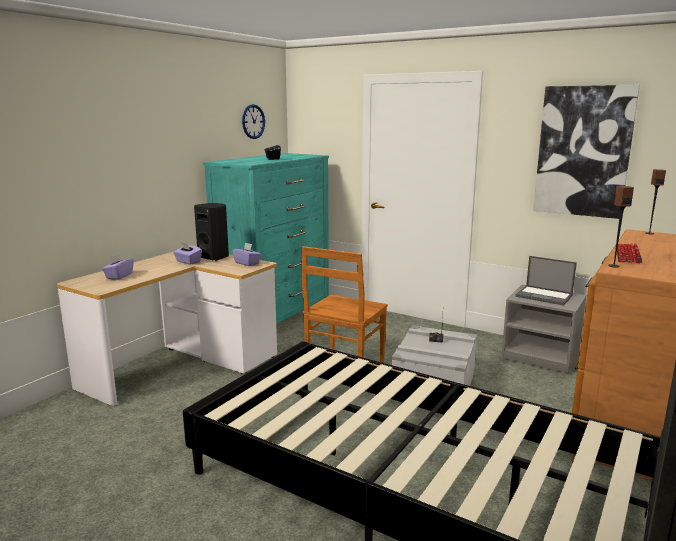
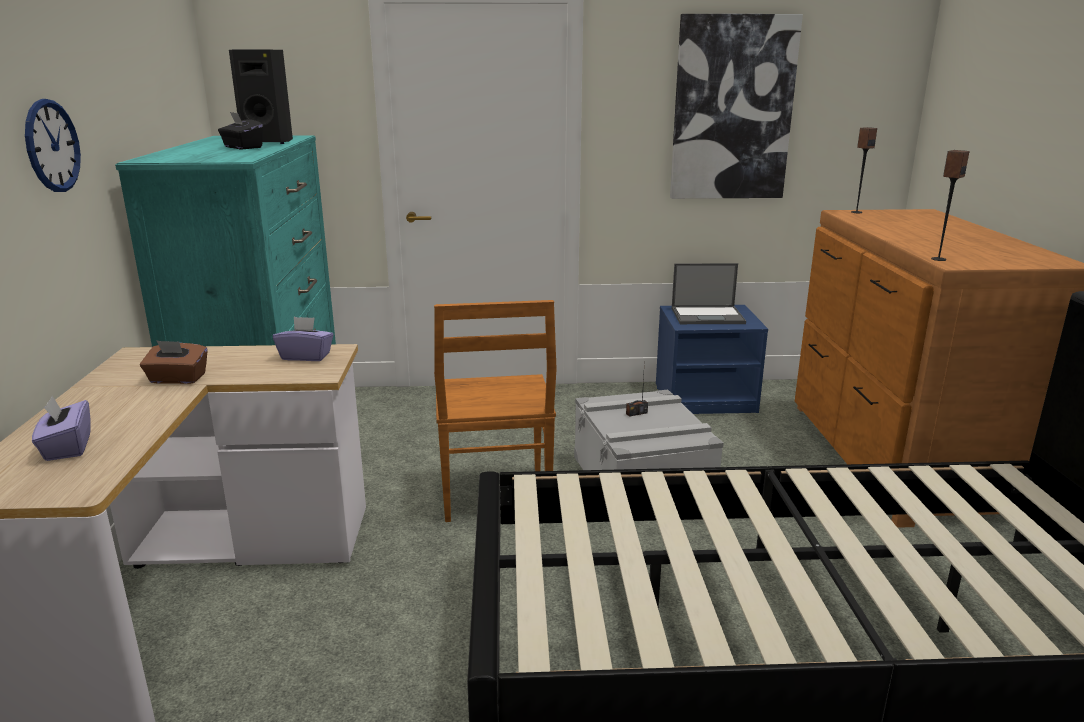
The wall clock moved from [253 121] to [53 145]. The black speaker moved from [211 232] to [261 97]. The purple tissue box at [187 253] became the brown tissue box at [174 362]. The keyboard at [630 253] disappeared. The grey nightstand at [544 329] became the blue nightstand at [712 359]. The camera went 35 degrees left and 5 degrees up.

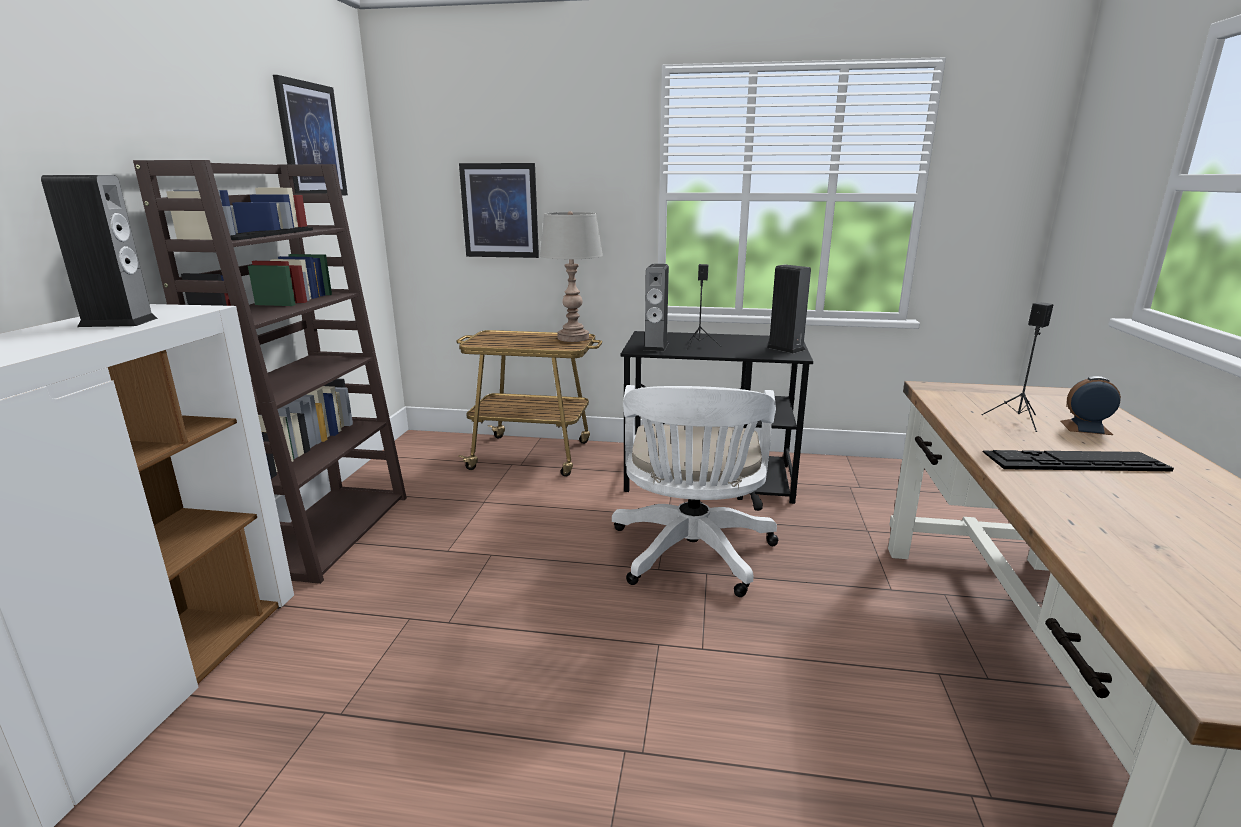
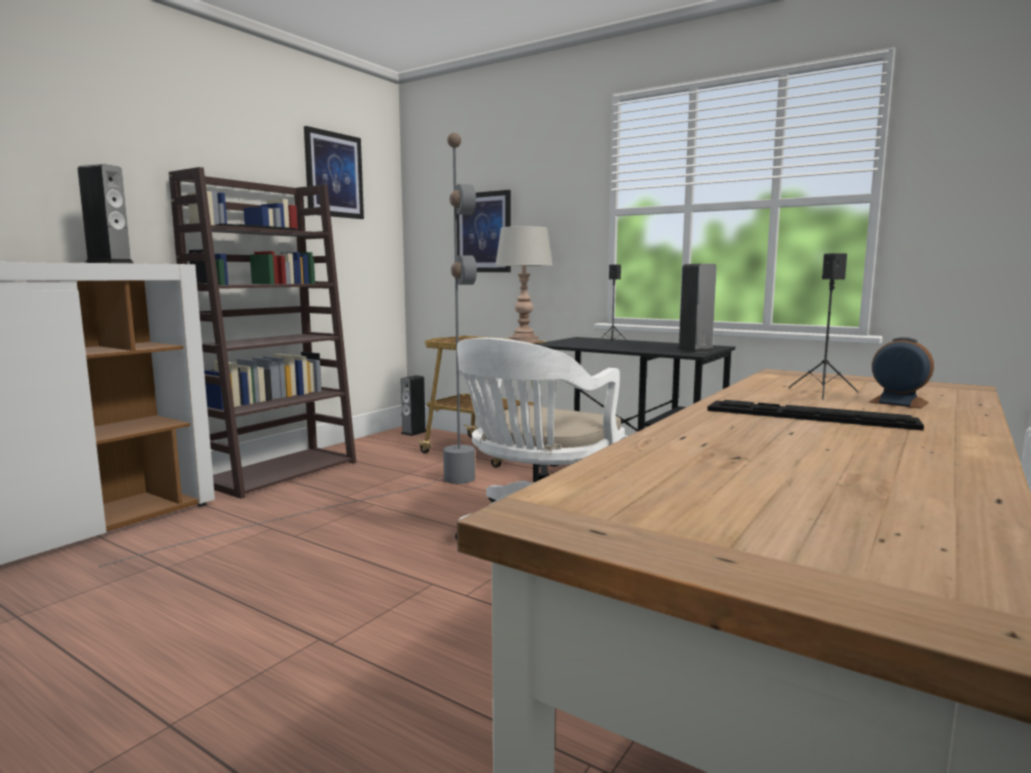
The speaker moved from [656 308] to [413 405]. The grey floor lamp at [287 350] appeared. The camera went 25 degrees right and 10 degrees down.

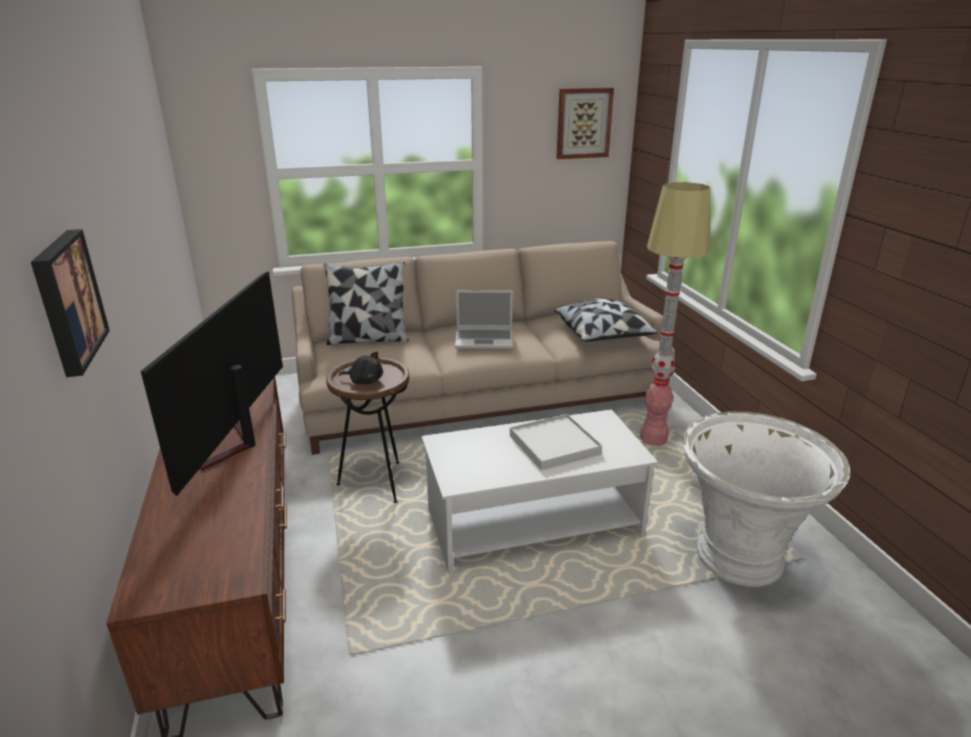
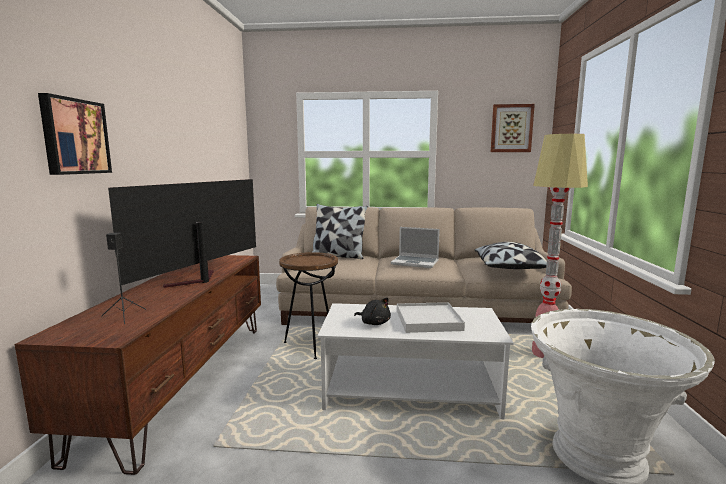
The black plush toy moved from [361 368] to [372 311]. The black speaker at [123 278] appeared. The camera went 20 degrees right and 15 degrees down.

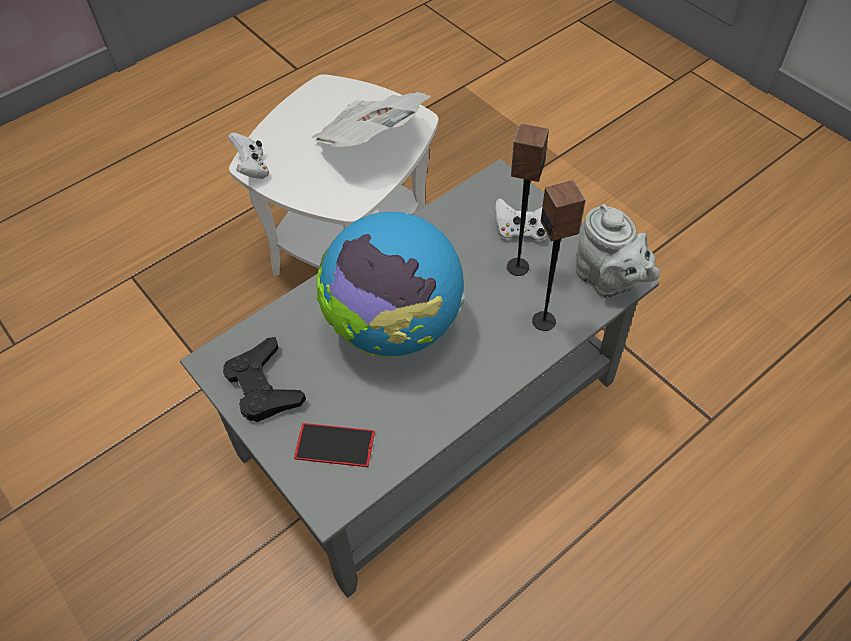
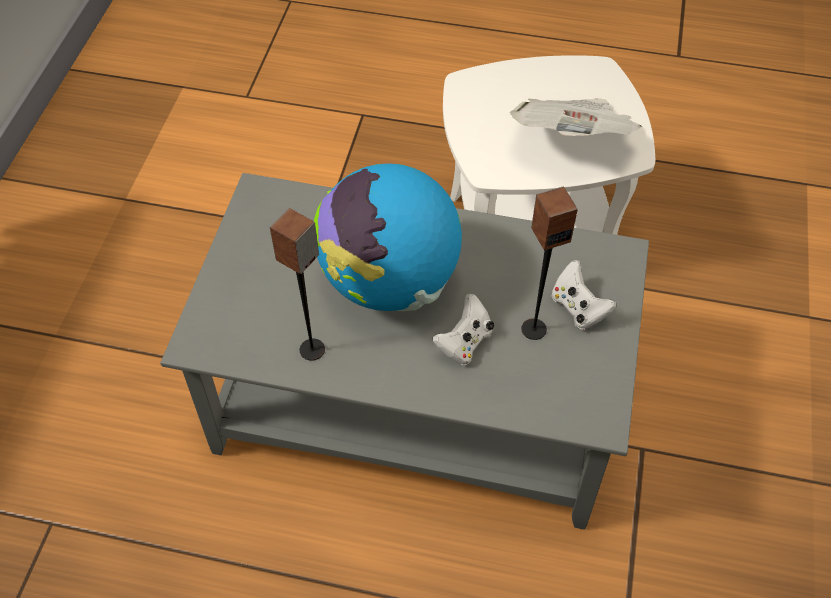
The white game controller moved from [248 155] to [463 329]. The speaker moved from [559 255] to [297 284]. The grey teapot at [618 251] disappeared. The black game controller at [264 379] disappeared. The phone at [334 445] disappeared. The camera went 50 degrees right and 0 degrees up.

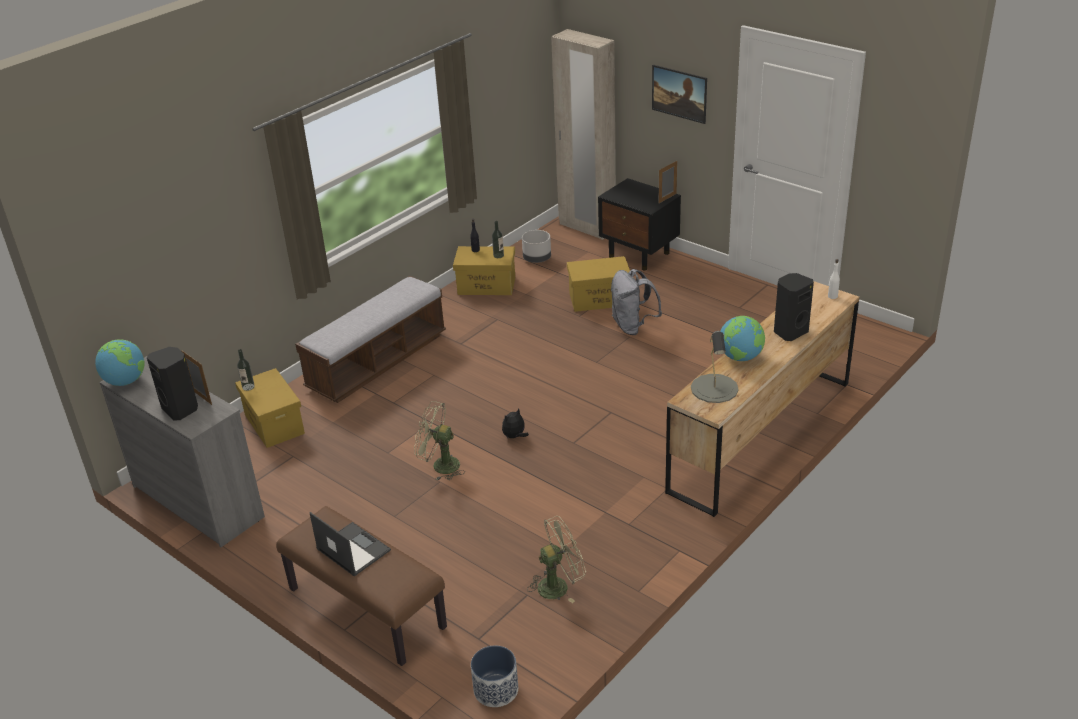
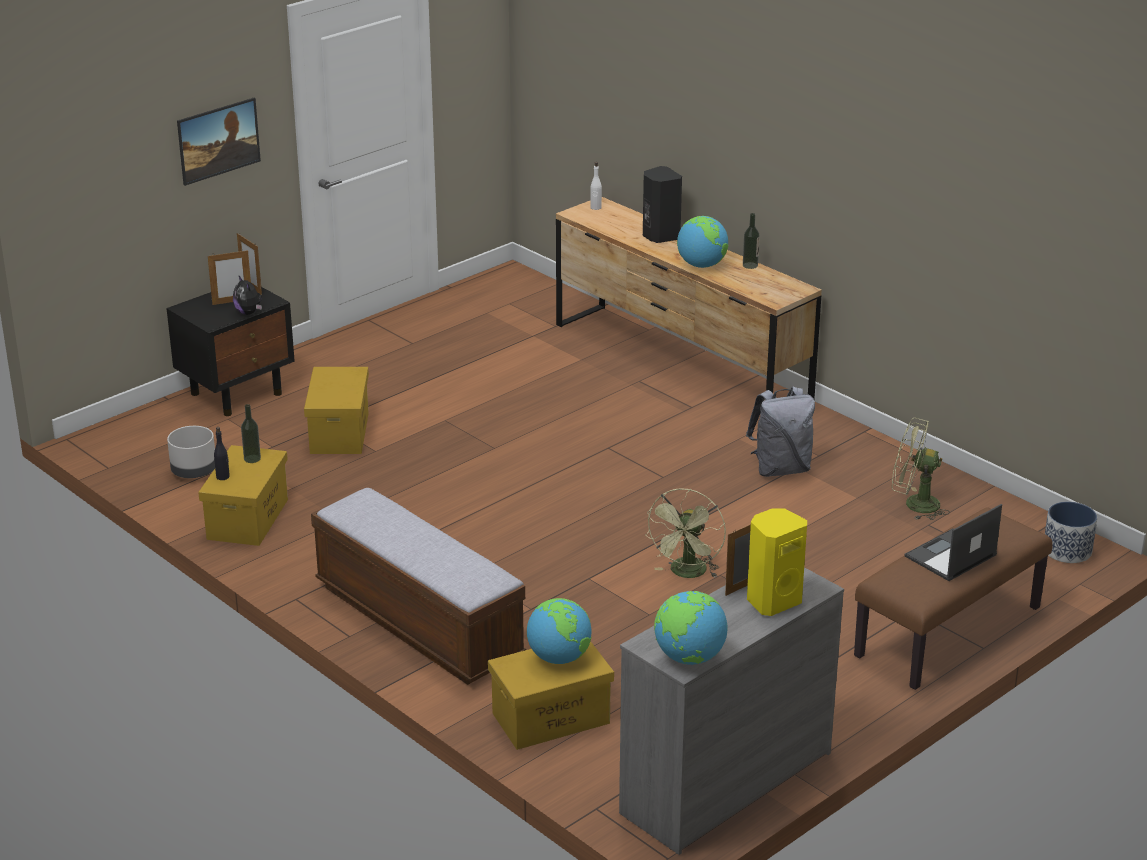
The beige wardrobe at [583 134] disappeared. The grey backpack moved from [636 302] to [780 432]. The grey table lamp at [715 367] disappeared. The black speaker at [172 384] became the yellow speaker at [777 562]. The bottle moved from [246 370] to [751 241]. The plush toy moved from [515 423] to [247 295]. The green fan at [556 559] turned 60 degrees counterclockwise. The picture frame at [229 277] appeared. The globe at [559 631] appeared. The camera went 85 degrees left and 5 degrees down.

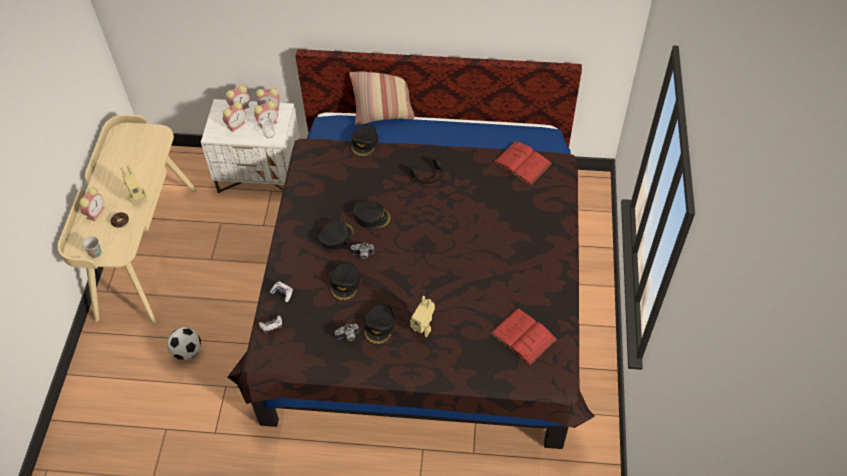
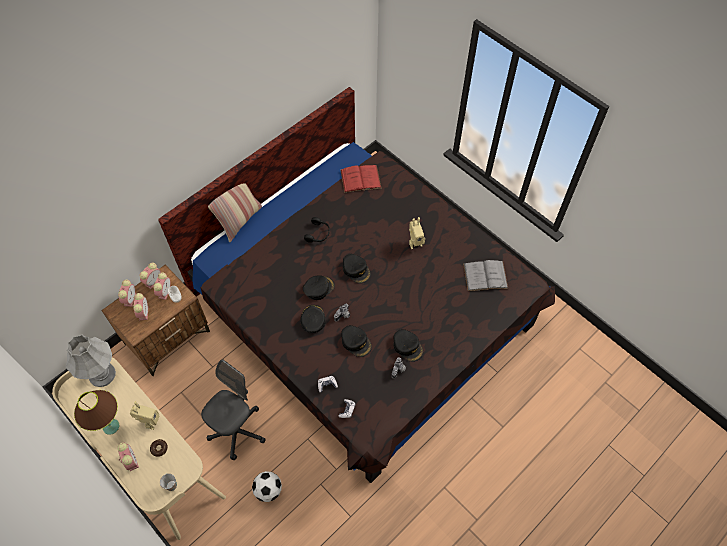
The white nightstand at [250 146] became the brown nightstand at [155 320]. The black cap moved from [365 140] to [357 269]. The toy robot moved from [422 316] to [417 233]. The red book at [524 336] became the grey book at [485 275]. The grey table lamp at [91 361] appeared. The grey office chair at [233 409] appeared. The brown table lamp at [96 412] appeared. The camera went 50 degrees left and 5 degrees up.

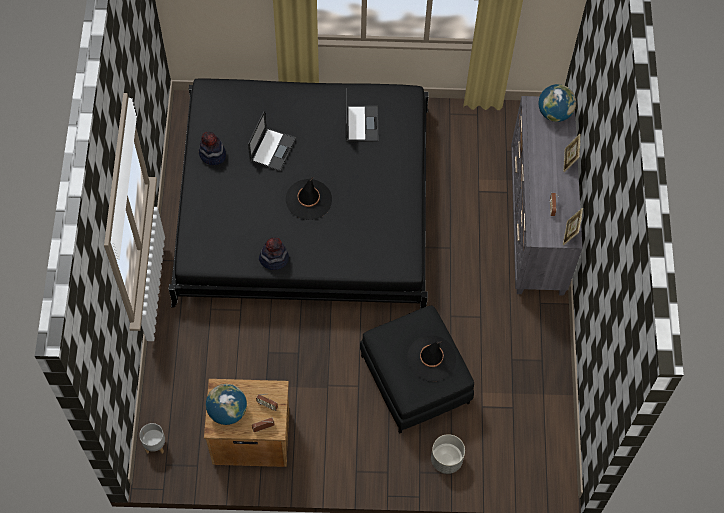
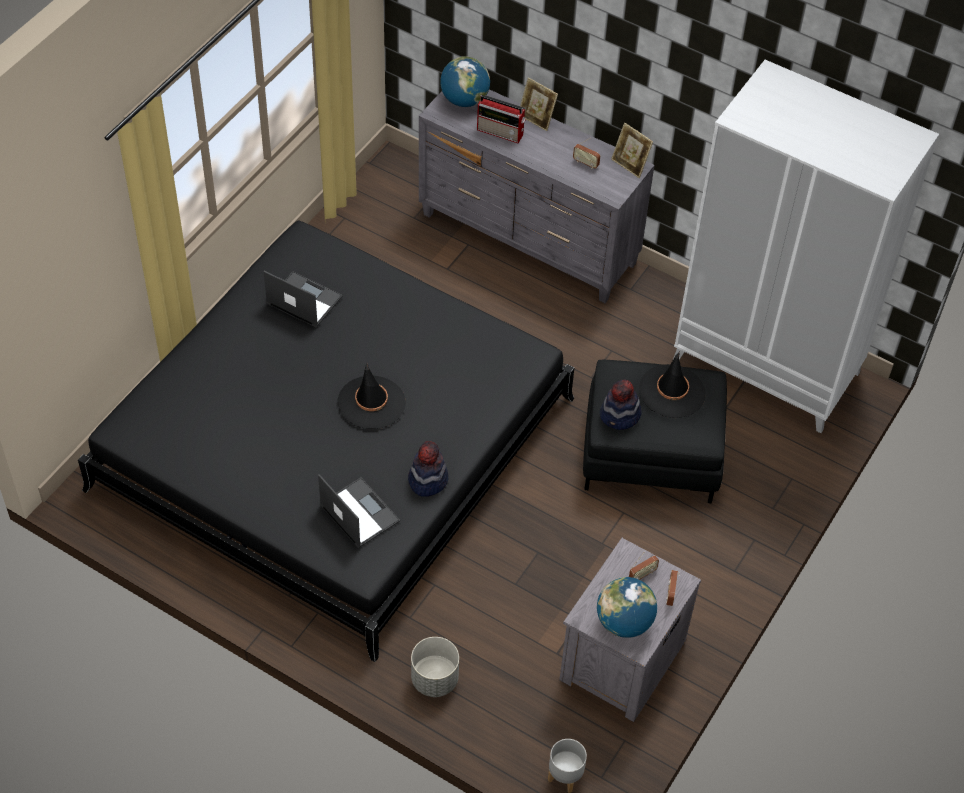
The laptop moved from [272 141] to [359 511]. The hat moved from [212 148] to [620 405]. The brown nightstand at [247 423] became the grey nightstand at [630 630]. The grey planter moved from [448 454] to [435 667]. The white wardrobe at [806 246] appeared. The radio at [501 119] appeared. The camera went 60 degrees left and 10 degrees down.

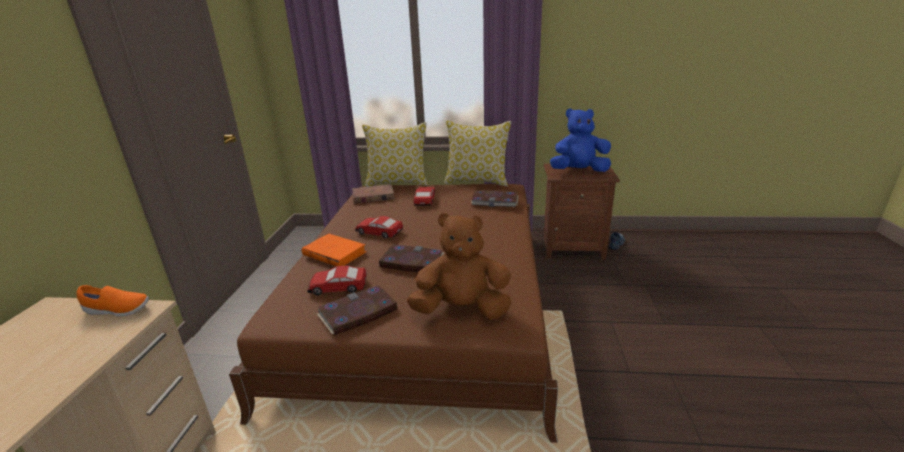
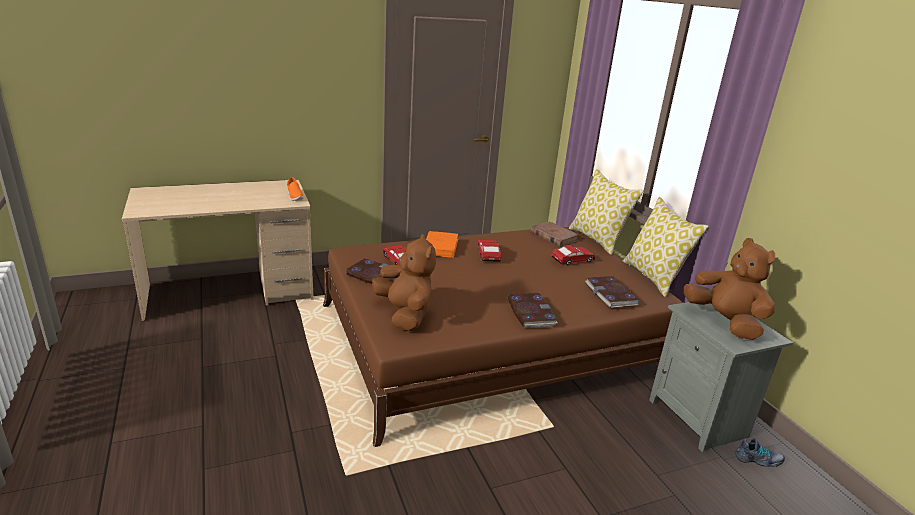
The blue plush toy at [580 140] became the brown plush toy at [729 289]. The brown nightstand at [582 211] became the grey nightstand at [721 377]. The book moved from [411 258] to [532 310]. The camera went 60 degrees right and 0 degrees up.

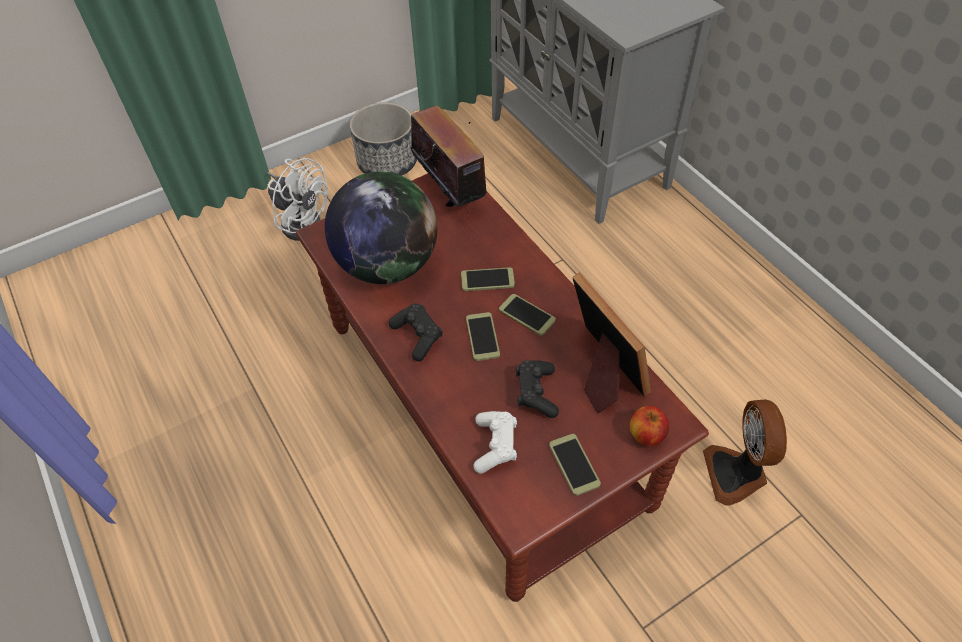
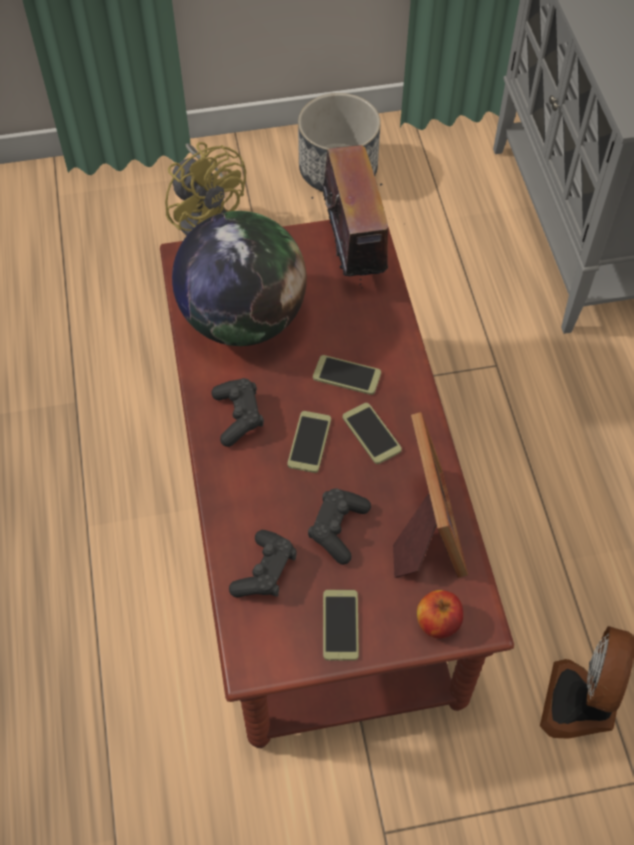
The white fan at [297 199] became the yellow fan at [205 189]. The white game controller at [495 442] became the black game controller at [263 563]. The camera went 20 degrees right and 5 degrees up.

